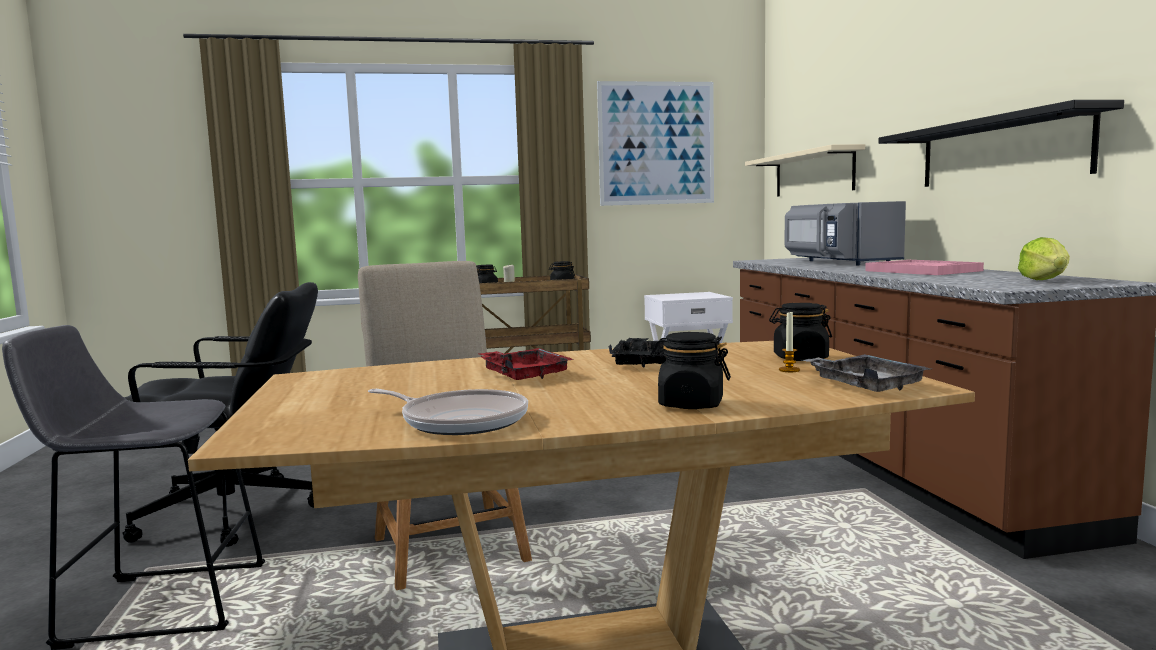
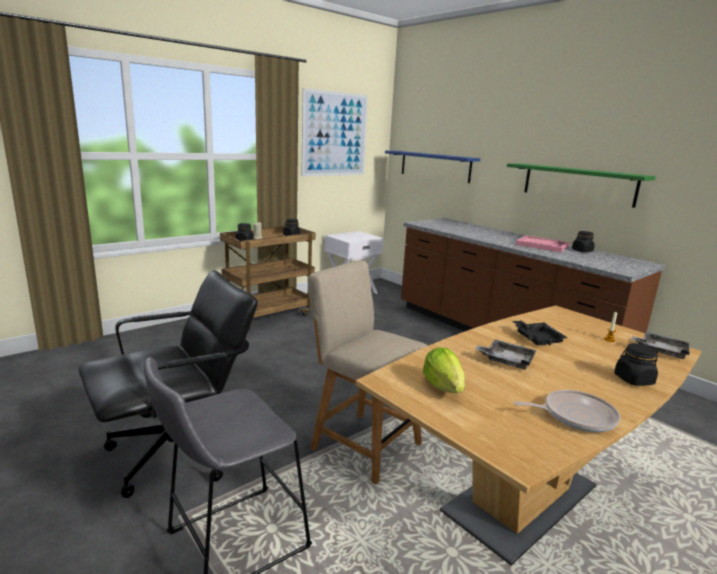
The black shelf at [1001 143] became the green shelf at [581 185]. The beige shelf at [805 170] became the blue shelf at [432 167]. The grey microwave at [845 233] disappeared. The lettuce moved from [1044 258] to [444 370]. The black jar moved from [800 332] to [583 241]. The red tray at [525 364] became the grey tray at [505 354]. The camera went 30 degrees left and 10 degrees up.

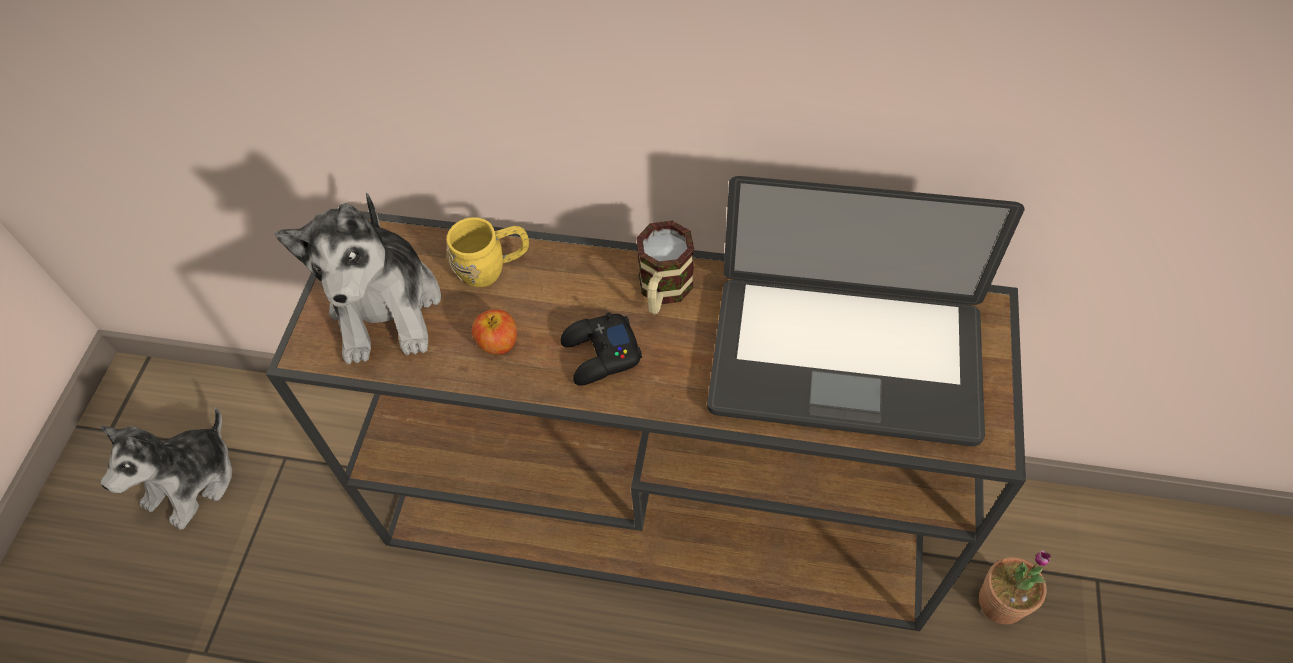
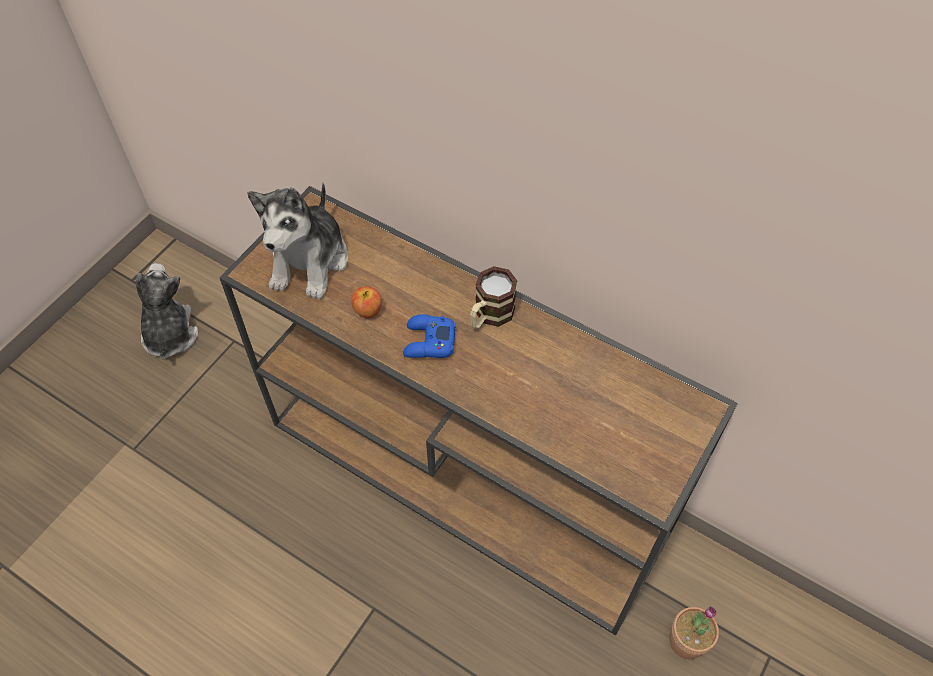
The laptop at [866 311] disappeared. The yellow mug at [487 252] disappeared. The black game controller at [601 349] became the blue game controller at [429 336]. The plush toy at [166 468] turned 120 degrees clockwise. The camera went 20 degrees right and 0 degrees up.

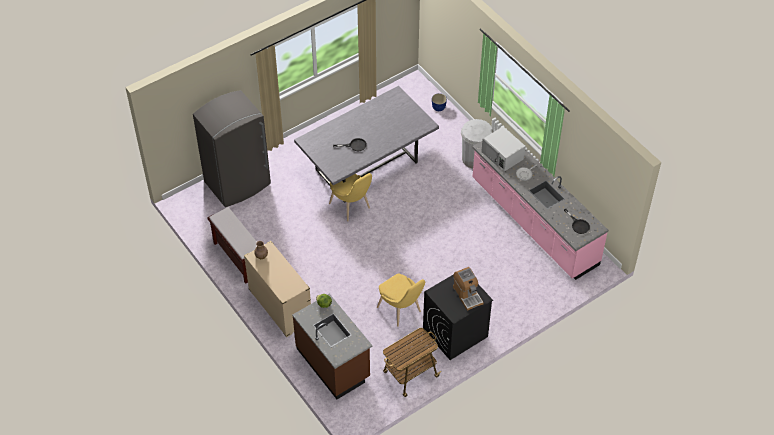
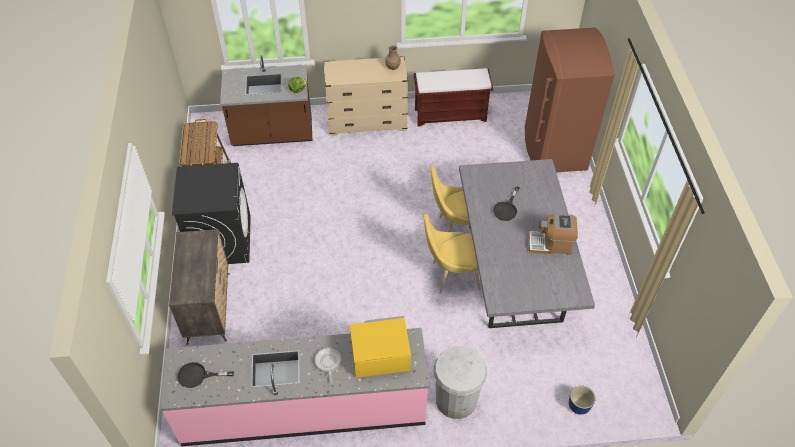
The grey fridge at [232 148] became the brown fridge at [569 100]. The white microwave at [503 149] became the yellow microwave at [380 347]. The coffee machine moved from [468 289] to [553 234]. The yellow chair moved from [401 300] to [452 254]. The dresser at [199 287] appeared. The camera went 120 degrees right and 0 degrees up.

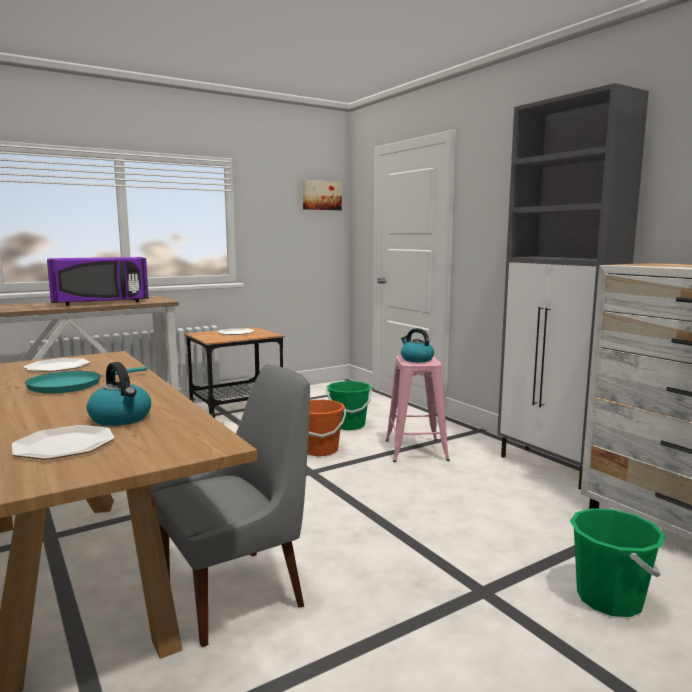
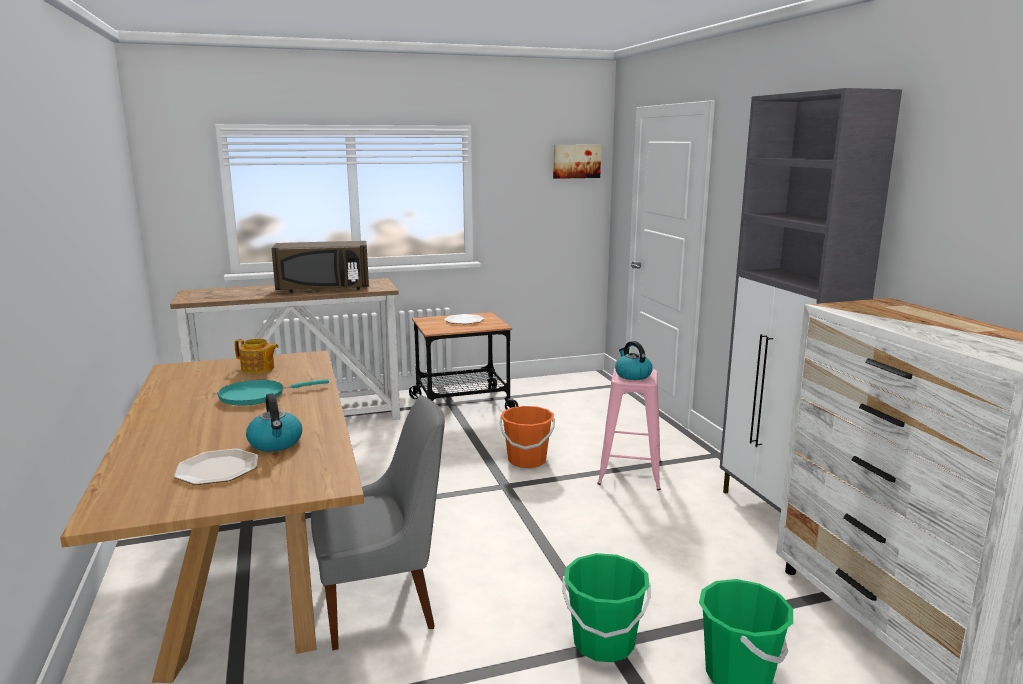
The purple microwave at [98 281] became the brown microwave at [320 266]. The plate at [57 365] was replaced by the teapot at [256 356]. The green bucket moved from [349 405] to [606 607]. The camera went 15 degrees right and 5 degrees up.

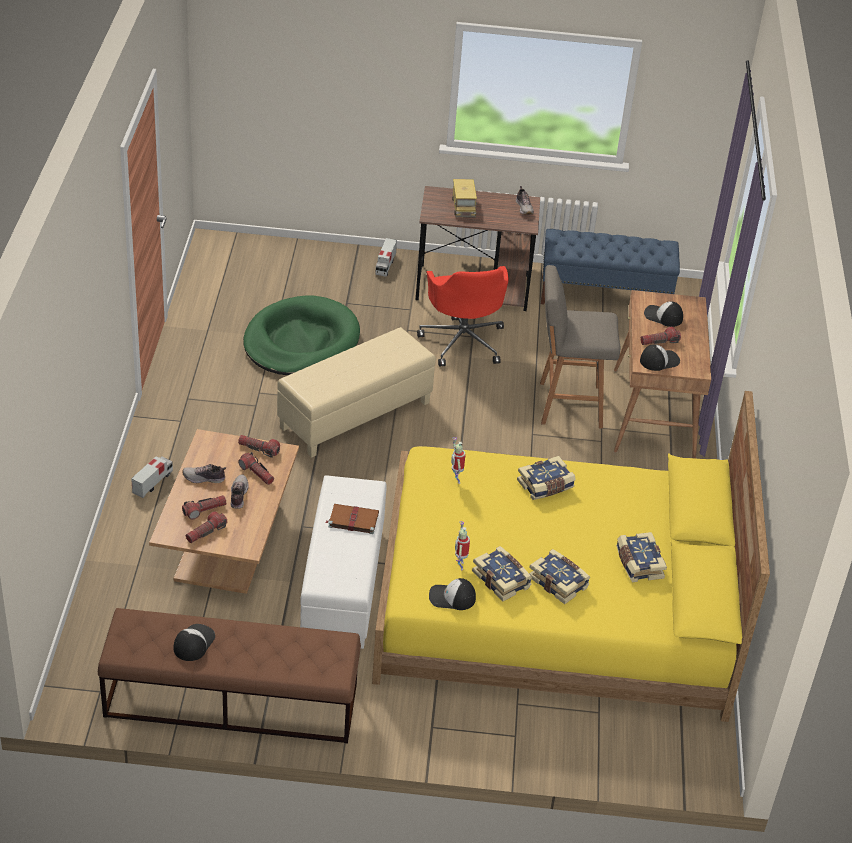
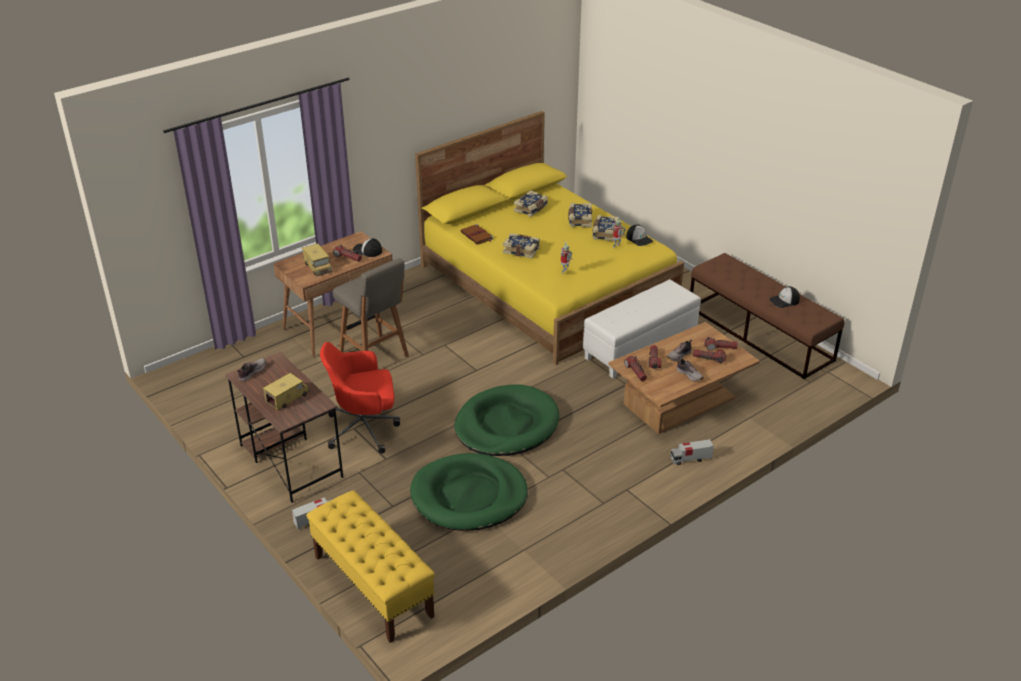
The blue bench at [610 267] disappeared. The red office chair at [463 316] turned 135 degrees counterclockwise. The cap at [663 314] was replaced by the toy truck at [317 259]. The beige ottoman at [356 392] was replaced by the green dog bed at [507 420]. The brown book moved from [352 519] to [477 234]. The yellow bench at [370 566] appeared. The camera went 130 degrees left and 5 degrees down.

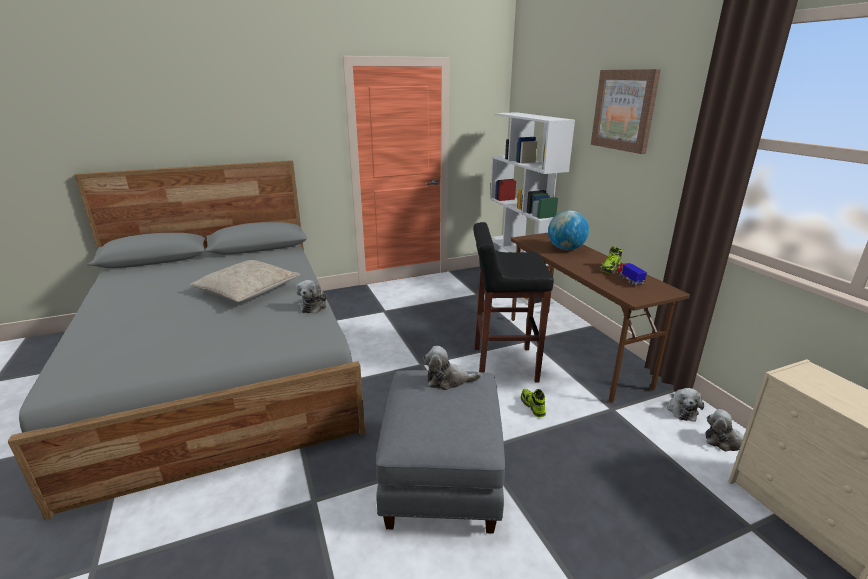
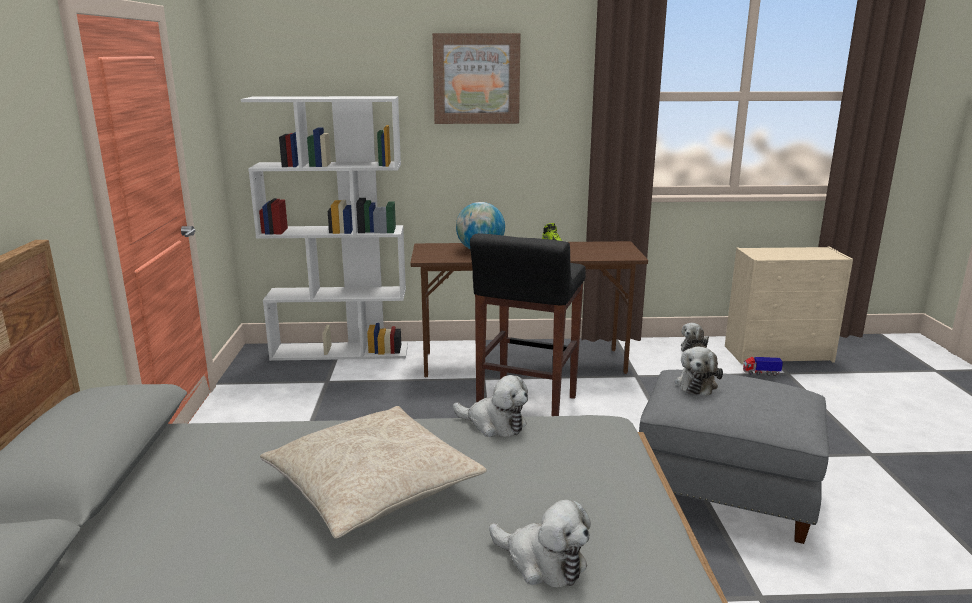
The toy truck moved from [632 274] to [763 366]. The plush toy moved from [685 405] to [540 544]. The shoe at [533 403] disappeared. The camera went 70 degrees left and 5 degrees down.

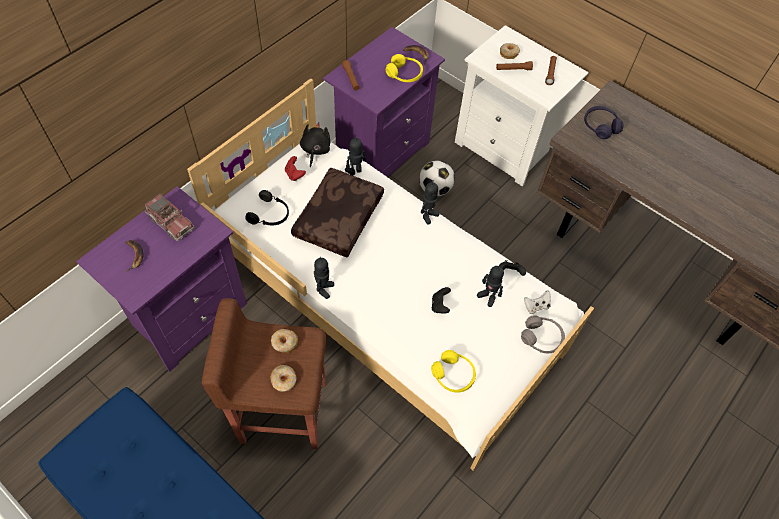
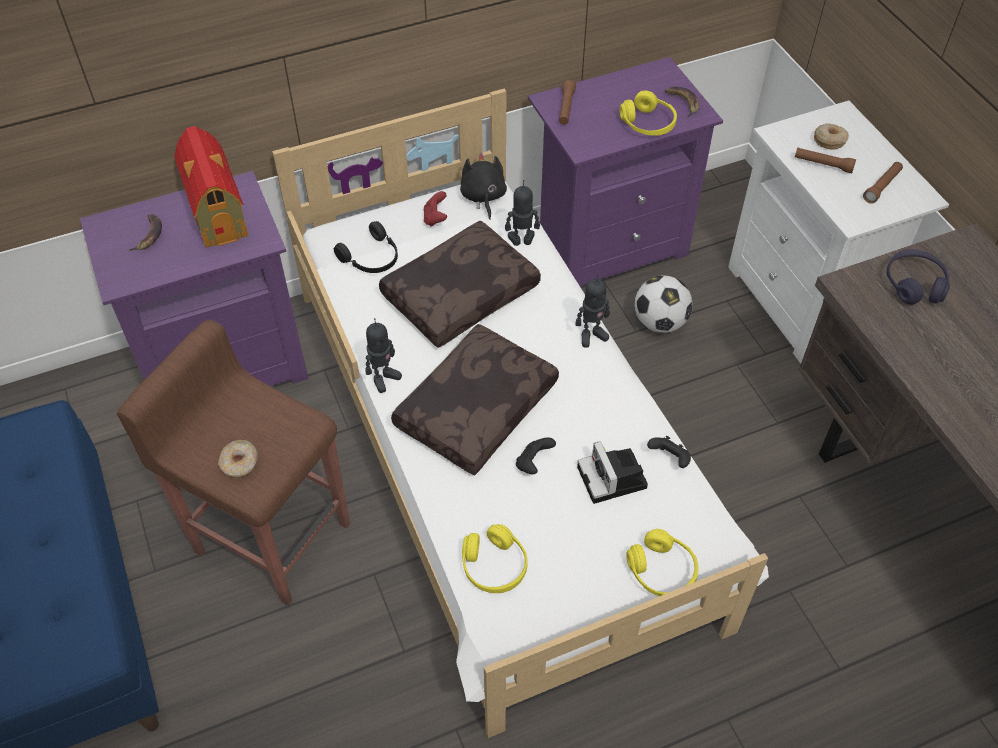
The black plush toy at [315 144] turned 45 degrees counterclockwise. The toy truck at [170 217] was replaced by the toy house at [211 187]. The toy robot at [490 286] was replaced by the photo camera at [612 472]. The white game controller at [537 302] disappeared. The grey headphones at [543 334] became the yellow headphones at [662 562]. The donut at [284 341] disappeared. The brown pillow at [475 400] appeared. The camera went 30 degrees right and 5 degrees down.

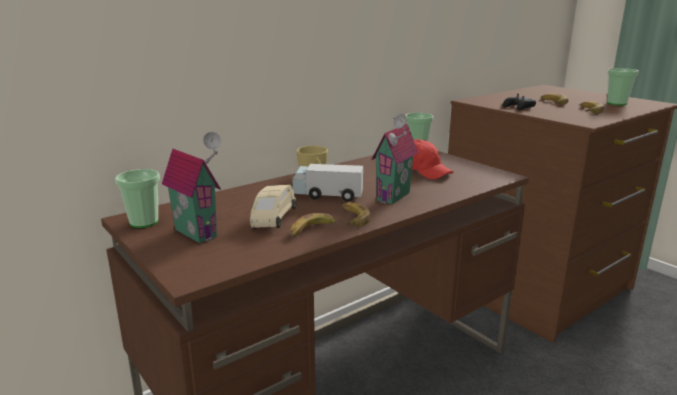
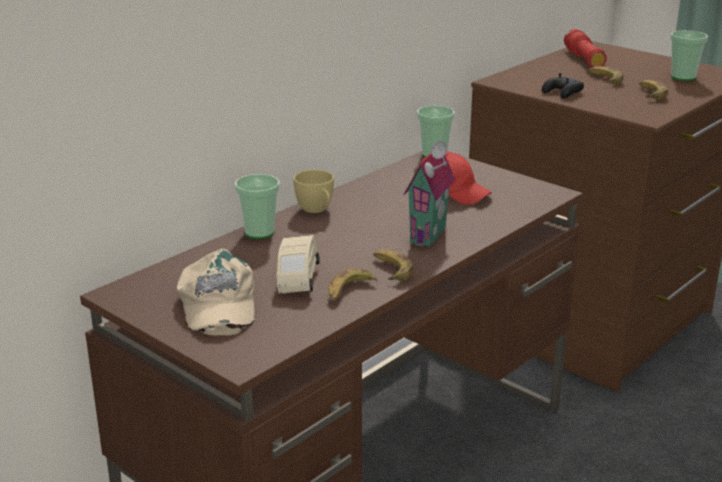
The toy house at [191 187] was replaced by the beige cap at [216 292]. The toy truck at [327 183] disappeared. The cup moved from [137 198] to [257 206]. The red flashlight at [585 48] appeared. The camera went 10 degrees left and 5 degrees up.

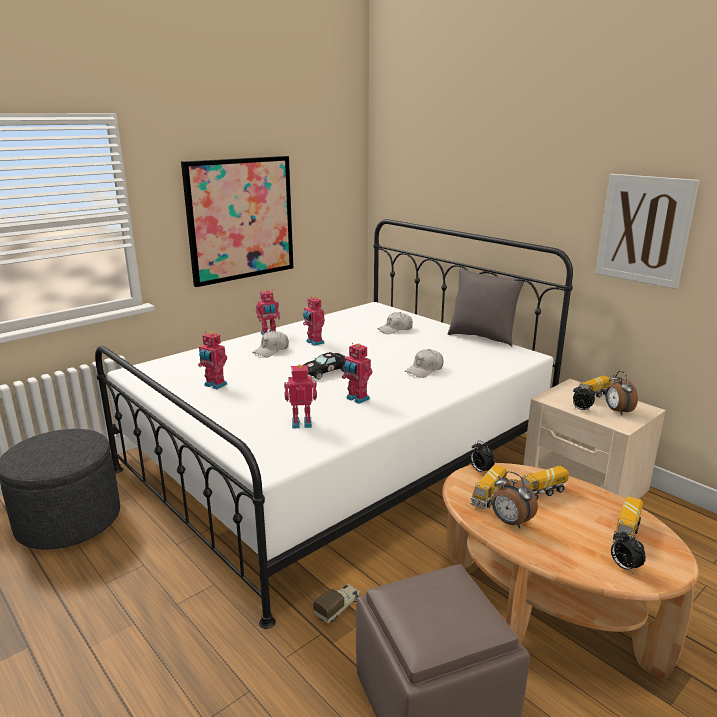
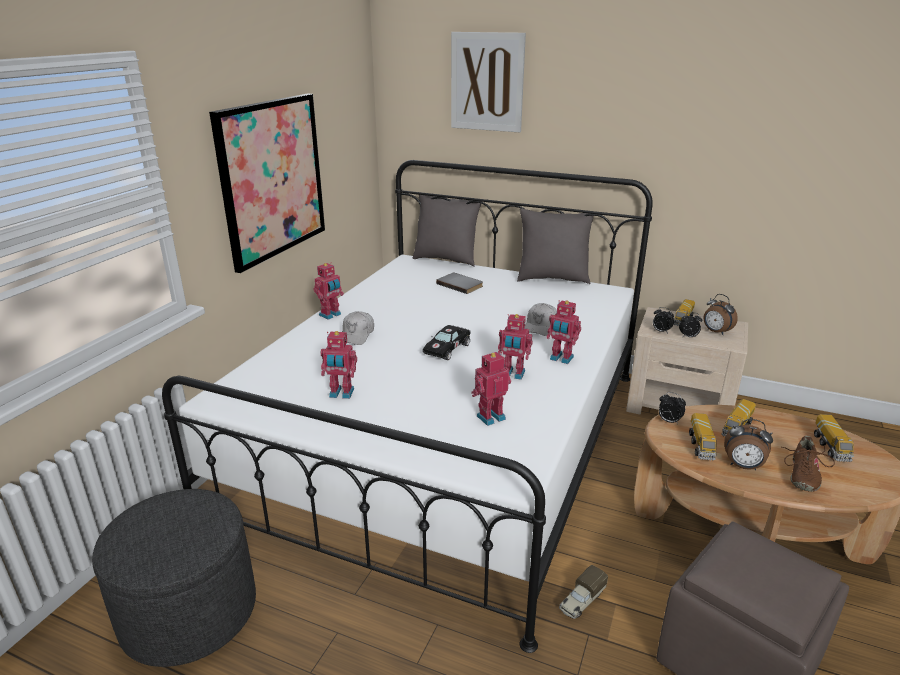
The picture moved from [647 231] to [488 82]. The toy robot moved from [314 321] to [563 332]. The white cap at [395 323] was replaced by the grey book at [459 283]. The alarm clock moved from [628 552] to [663 320]. The toy truck at [337 603] turned 150 degrees counterclockwise. The grey pillow at [447 231] appeared. The brown shoe at [808 464] appeared. The camera went 25 degrees left and 5 degrees up.

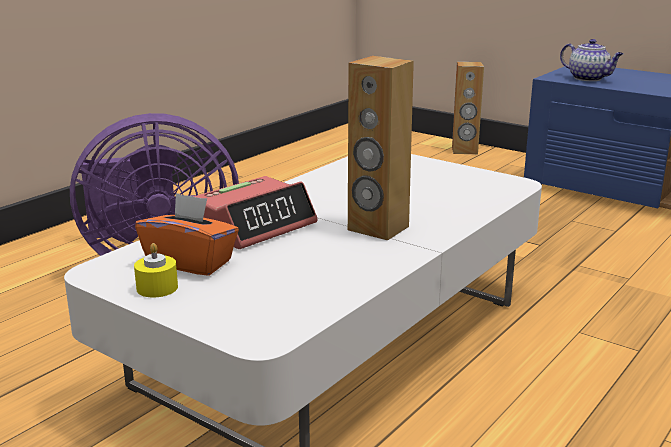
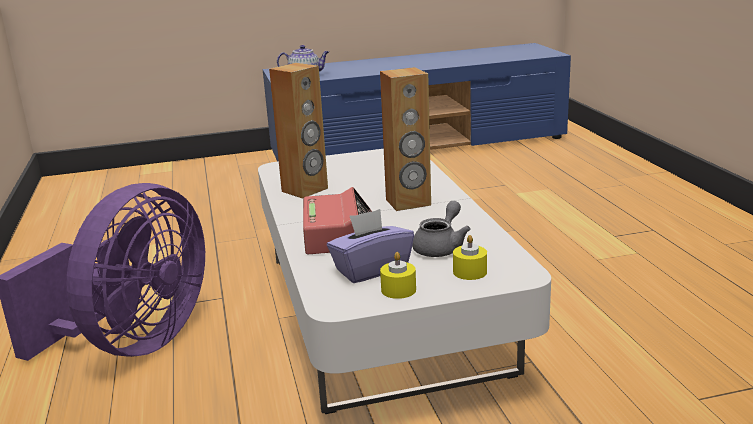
The brown speaker moved from [468 108] to [298 130]. The orange tissue box at [187 234] became the purple tissue box at [370 246]. The grey teapot at [441 229] appeared. The yellow candle at [470 257] appeared. The camera went 50 degrees left and 0 degrees up.

